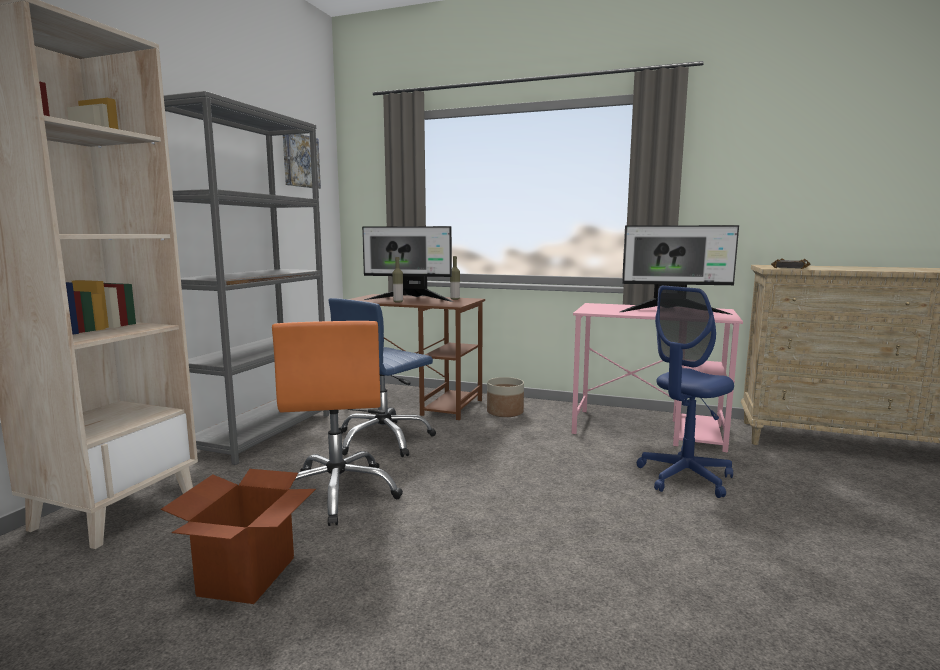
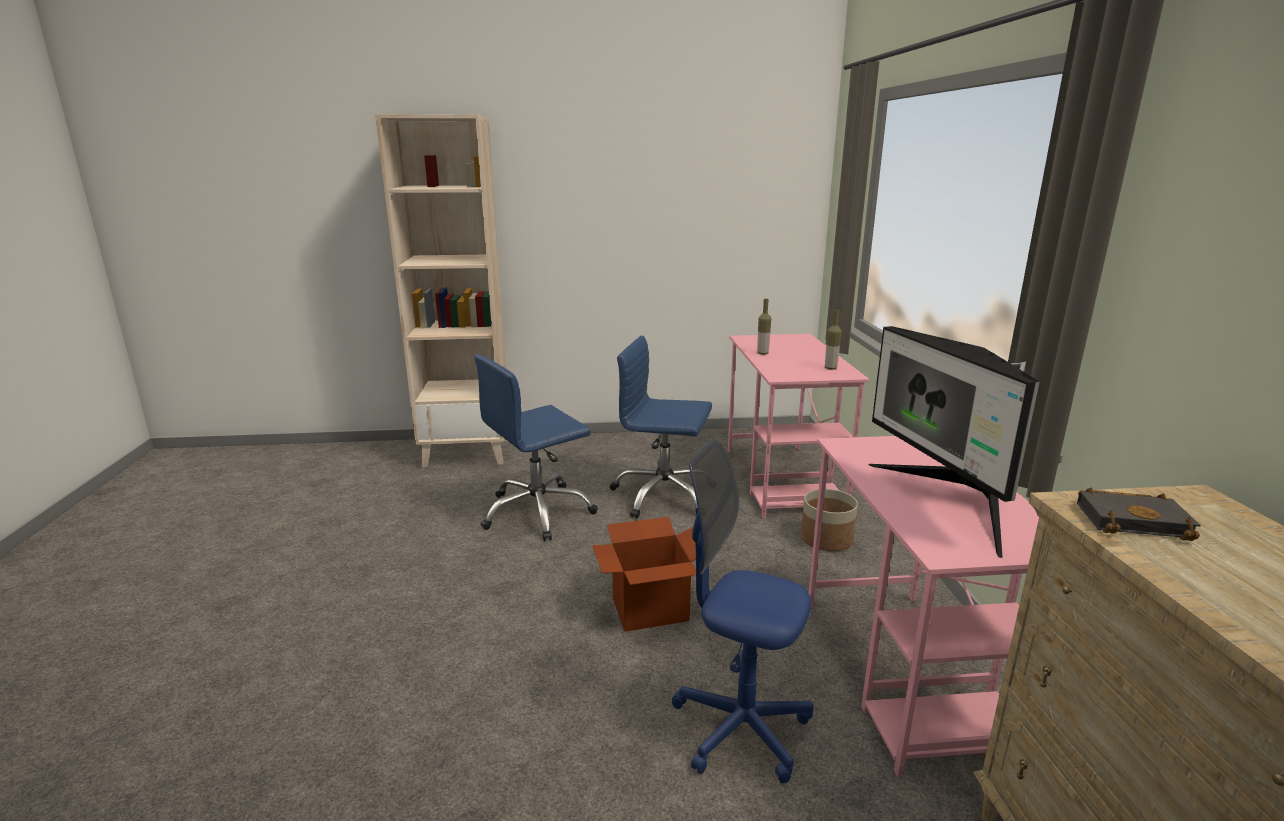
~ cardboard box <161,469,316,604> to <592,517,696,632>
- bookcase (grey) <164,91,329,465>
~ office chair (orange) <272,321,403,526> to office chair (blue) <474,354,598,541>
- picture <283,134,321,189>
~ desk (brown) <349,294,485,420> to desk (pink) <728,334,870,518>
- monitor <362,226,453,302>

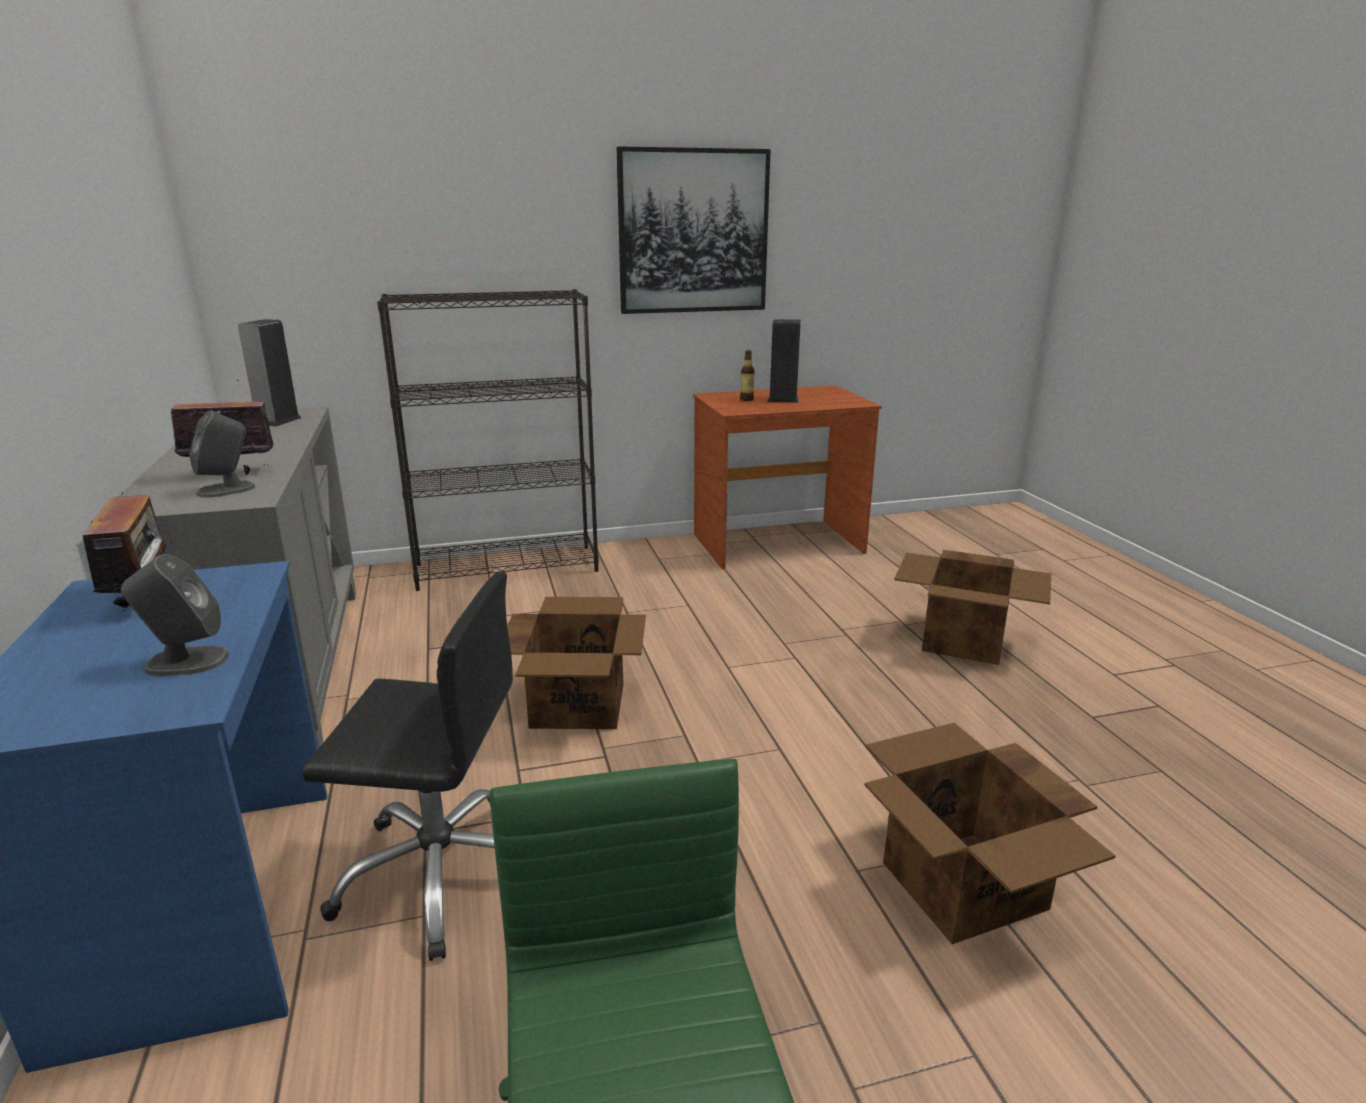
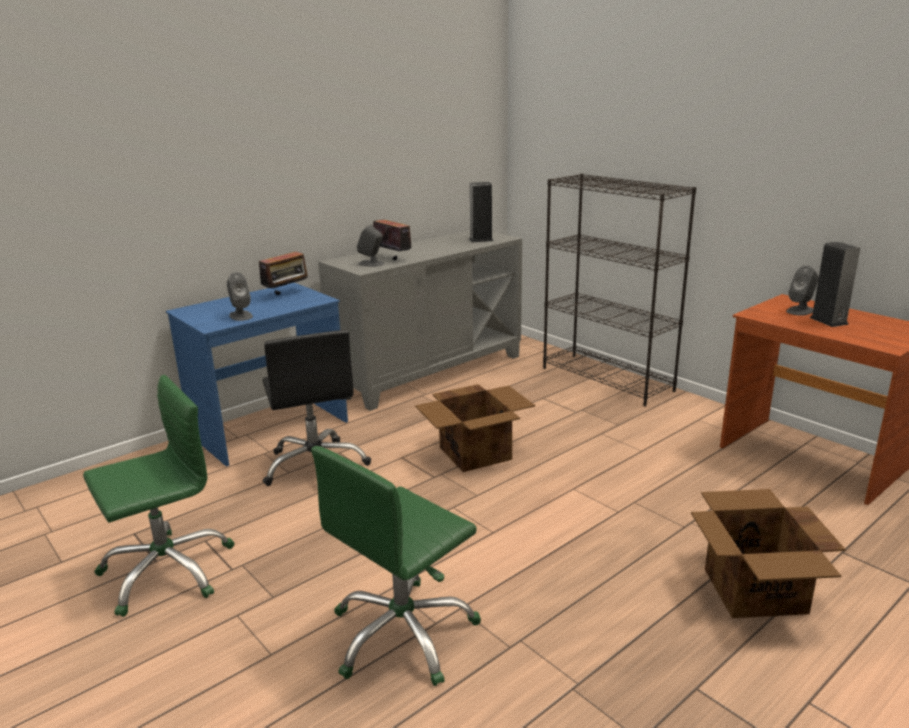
- picture <617,146,771,314>
~ bottle <740,350,755,401> to speaker (grey) <786,265,819,316>
~ cardboard box <865,723,1115,944> to office chair (green) <311,446,481,686>

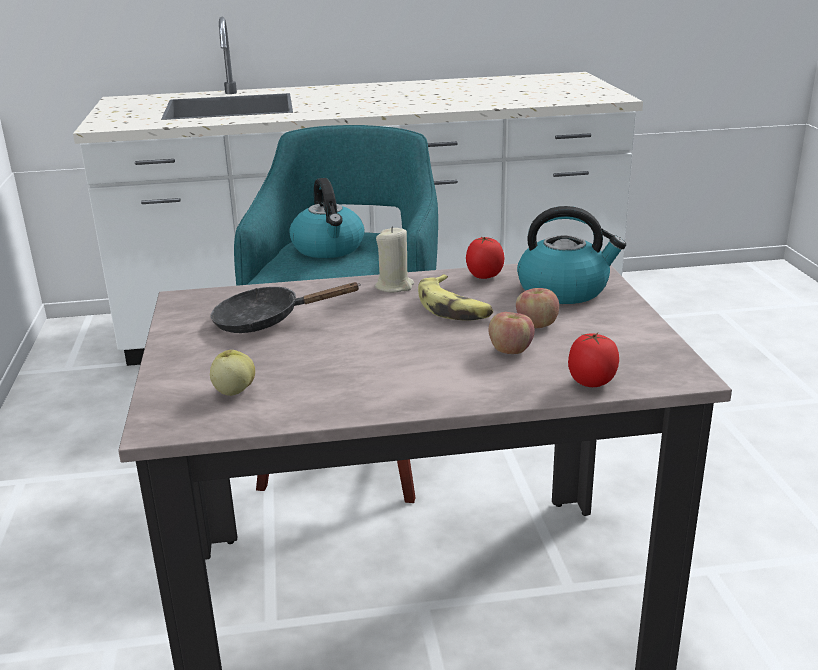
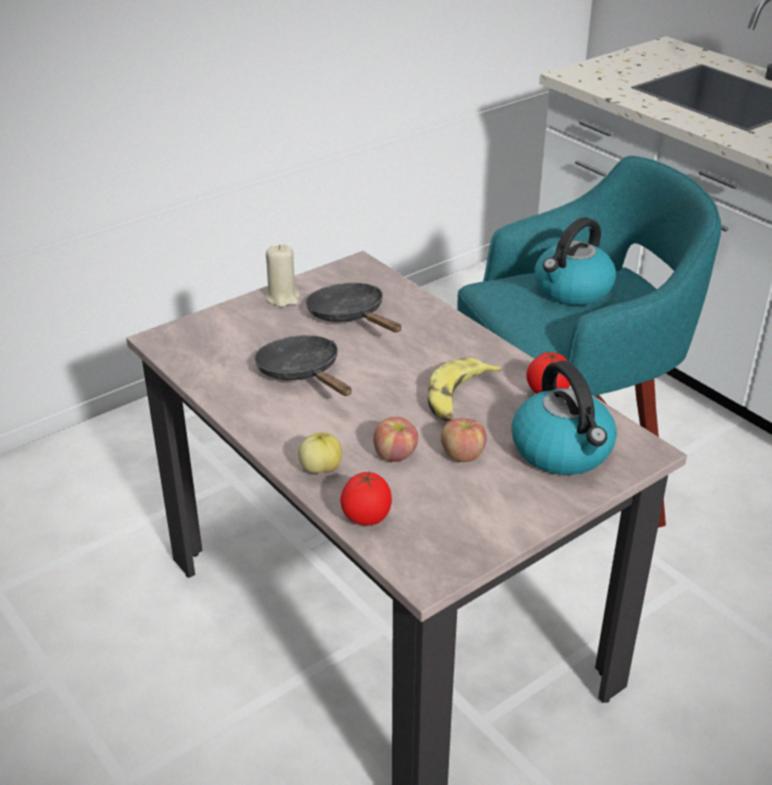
~ apple <210,350,255,396> to <298,432,342,474>
~ candle (beige) <375,226,414,292> to <266,244,300,307>
+ frying pan (black) <254,335,352,396>

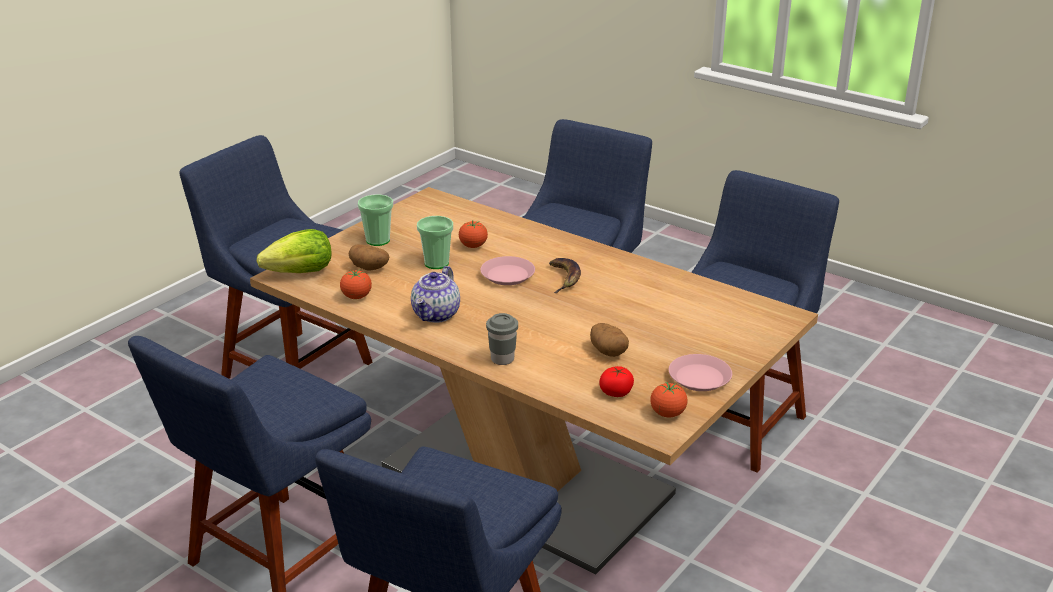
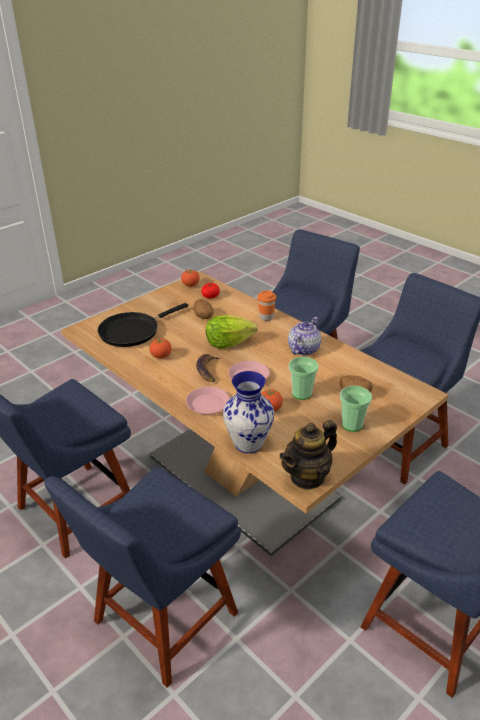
~ lettuce <257,229,332,273> to <206,315,257,349>
~ tomato <340,269,372,299> to <149,338,172,359>
~ cup (grey) <486,313,518,365> to cup (orange) <257,290,276,321>
~ plate (pink) <669,354,732,391> to <186,387,230,415>
+ frying pan (black) <98,303,188,347>
+ vase <223,371,274,453>
+ teapot <279,420,337,490>

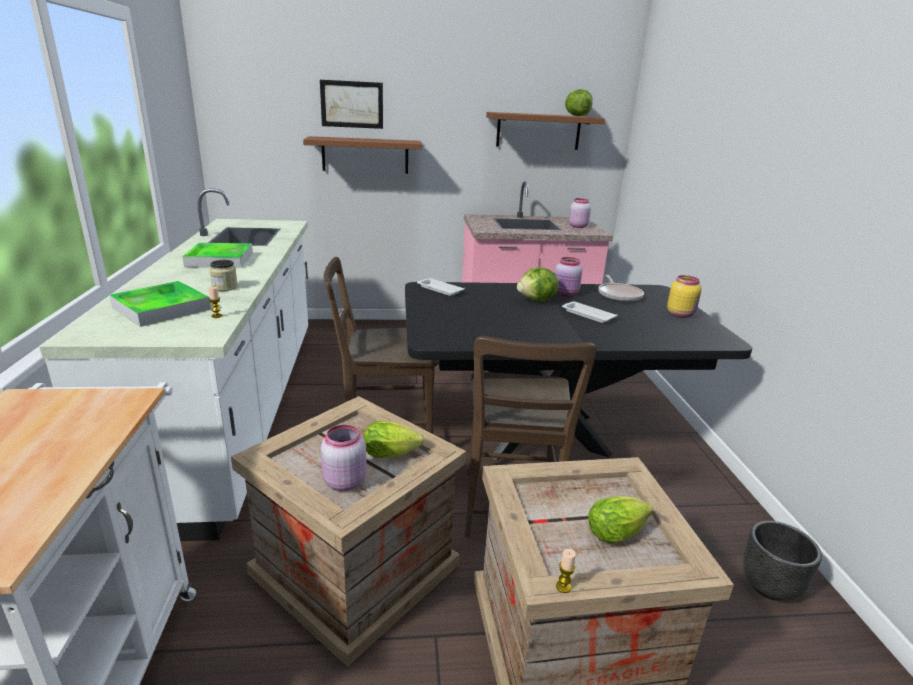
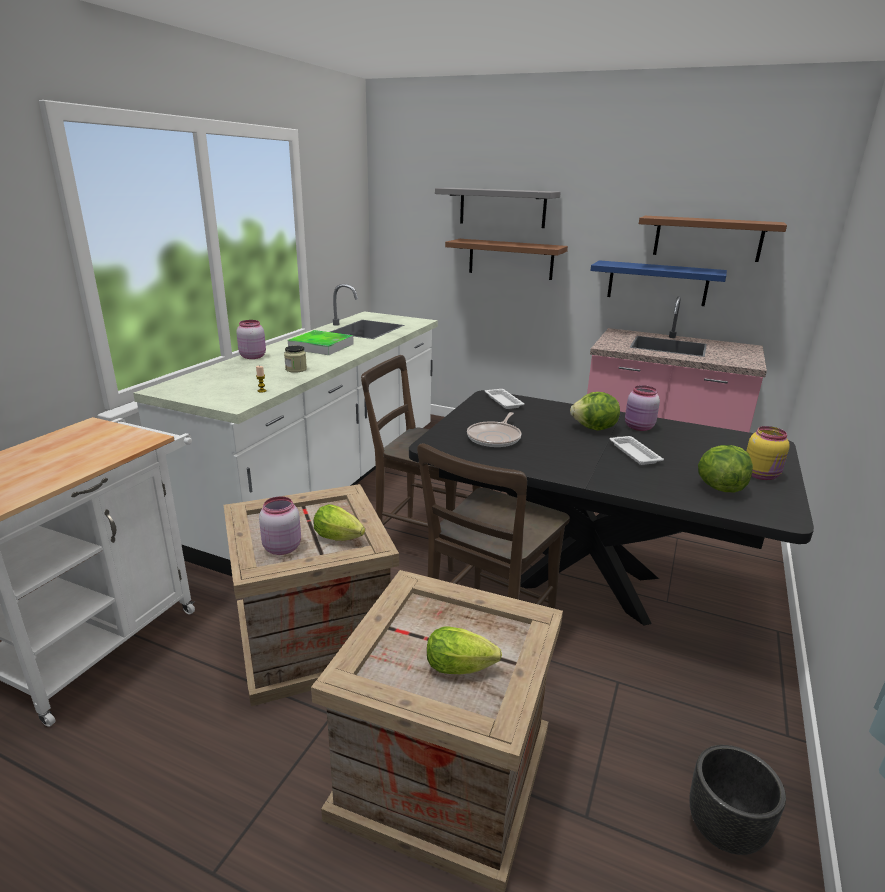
- tray <109,281,211,327>
~ picture <320,80,383,129> to shelf (grey) <435,188,561,228>
- candle <556,549,576,593>
~ lettuce <565,89,593,116> to <698,445,753,492>
~ jar (pink) <569,198,591,228> to <236,320,266,359>
~ frying pan <598,275,644,302> to <467,412,521,448>
+ shelf (blue) <590,260,727,306>

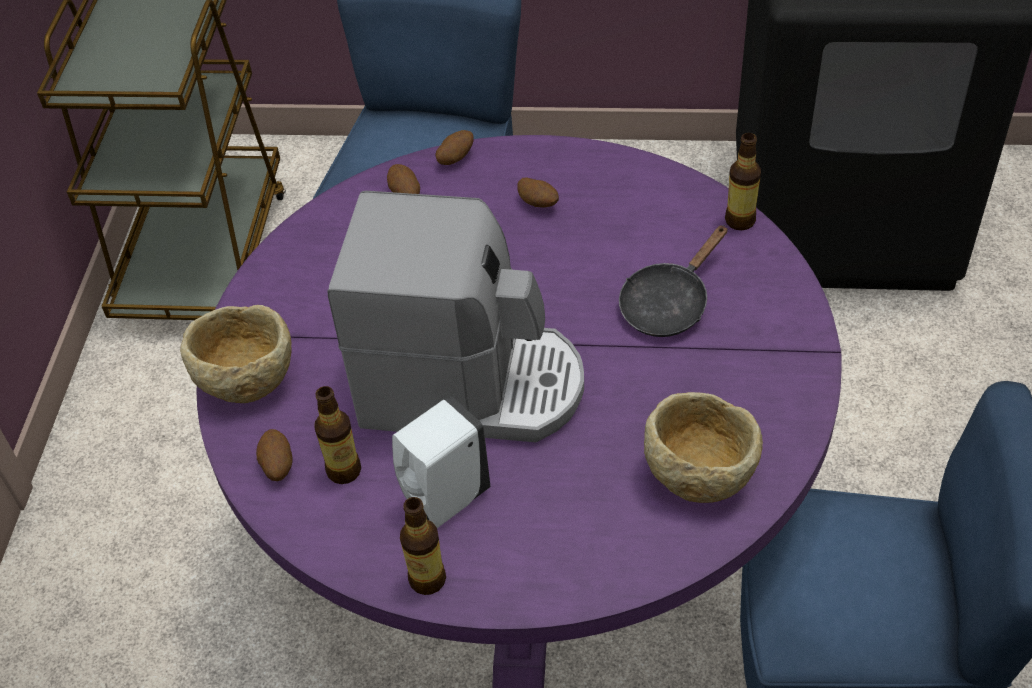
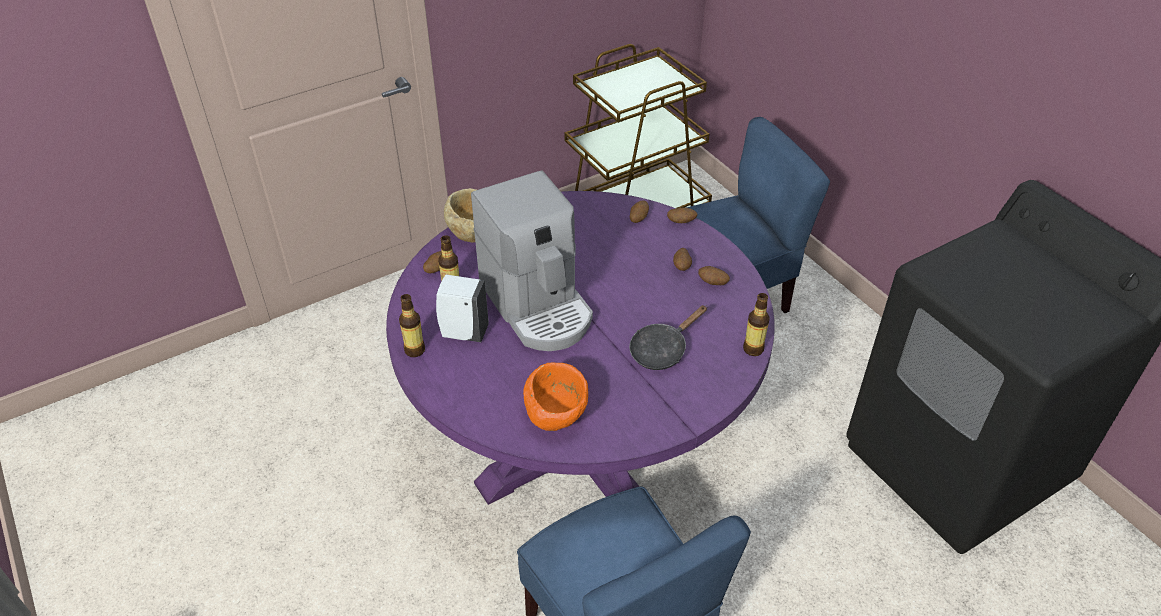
~ frying pan (black) <619,225,728,337> = <629,305,707,370> 45 degrees counterclockwise
~ bowl (beige) <644,392,763,503> to bowl (orange) <523,363,588,431>
+ potato <698,266,730,285>

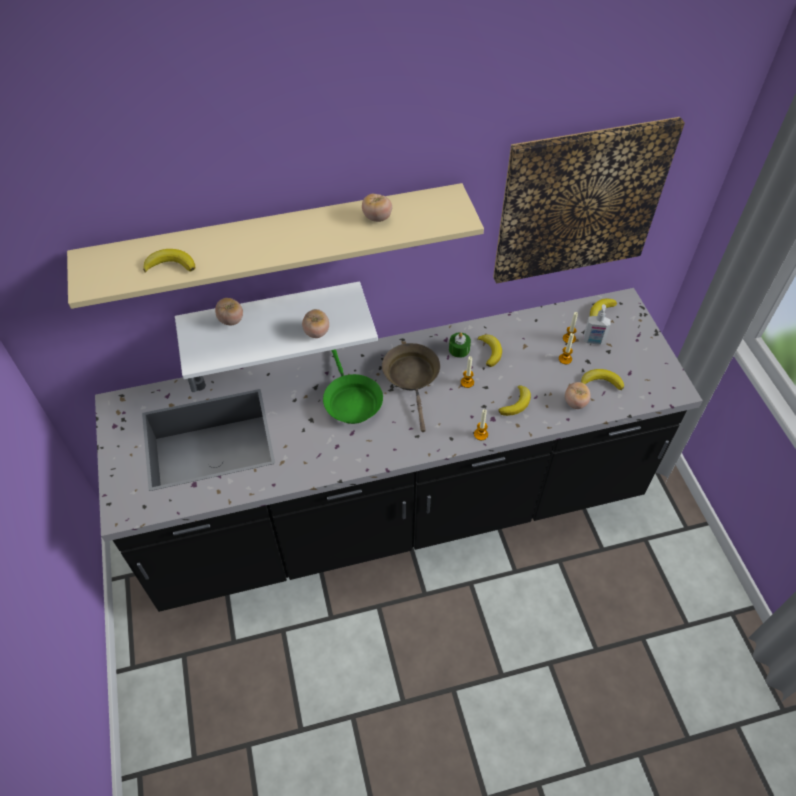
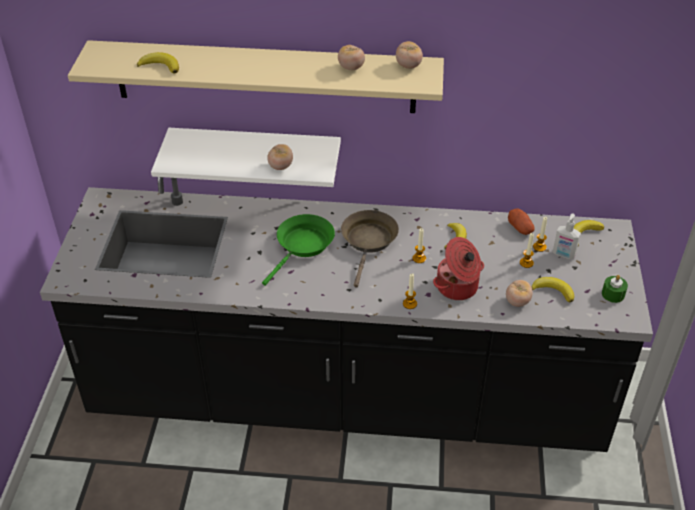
~ tomato <215,298,243,325> to <396,41,423,69>
~ frying pan (green) <323,349,383,424> = <262,214,335,286> 150 degrees counterclockwise
~ candle (green) <449,333,471,358> to <602,275,628,303>
- picture <493,117,685,284>
~ banana <499,385,531,416> to cooking pot <433,237,484,300>
+ potato <508,209,535,235>

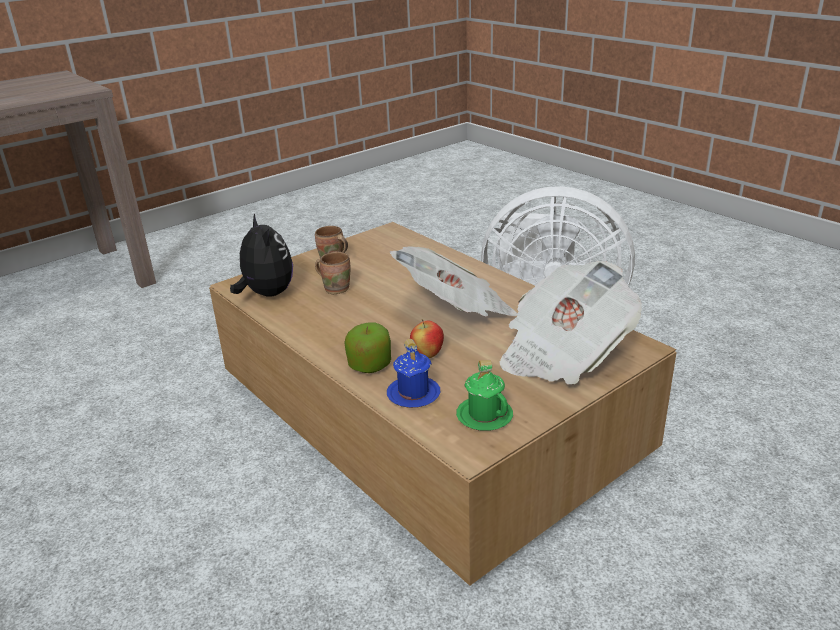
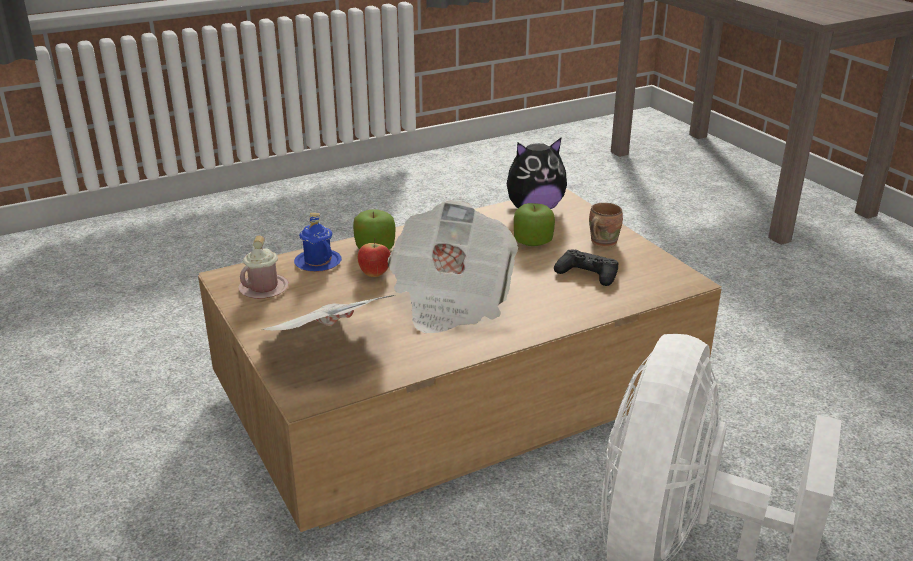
~ mug (brown) <315,252,350,294> to apple <514,203,555,246>
~ mug (green) <456,360,513,431> to mug (pink) <238,236,289,299>
+ game controller (black) <554,250,619,286>

